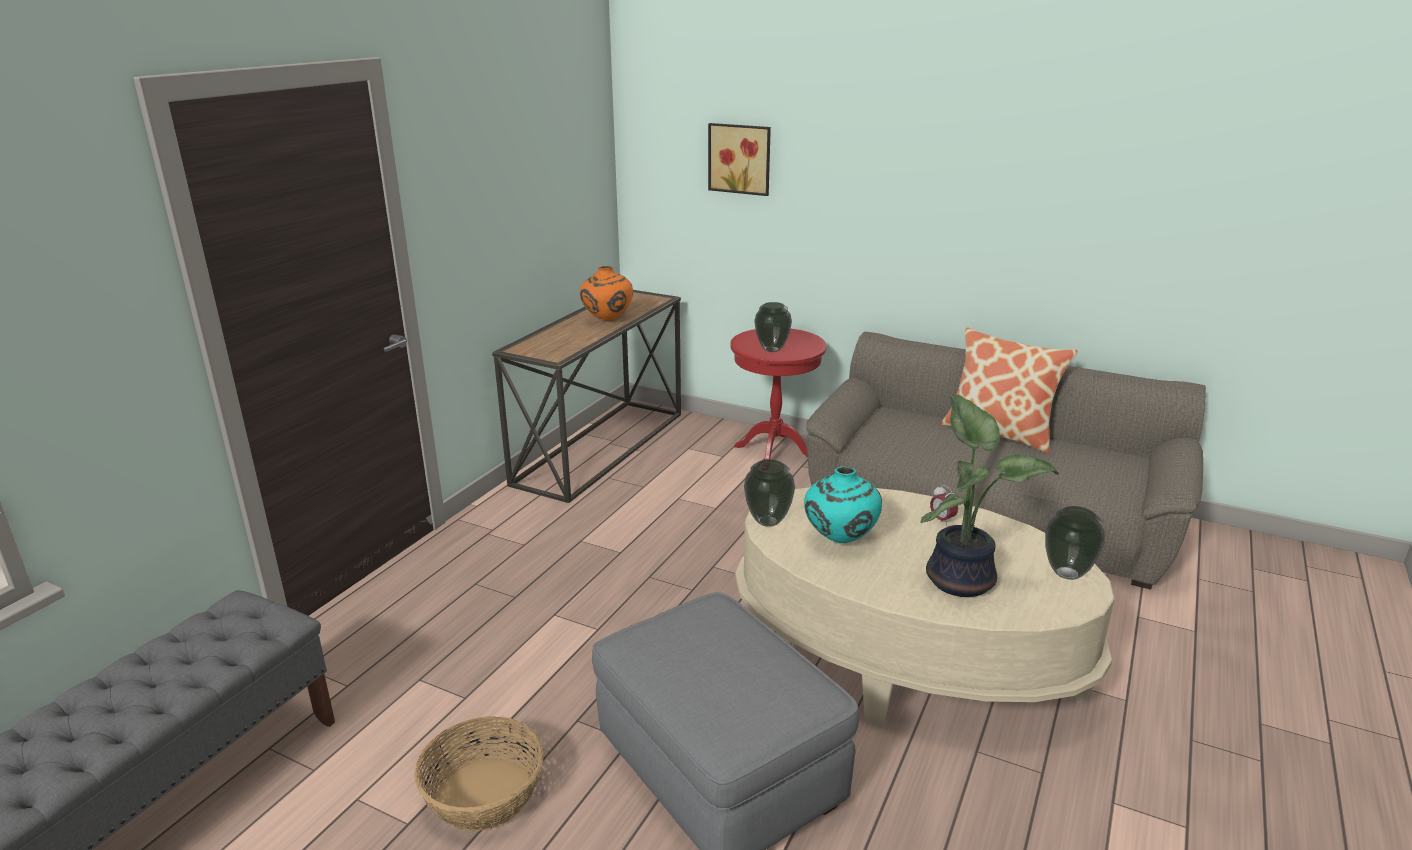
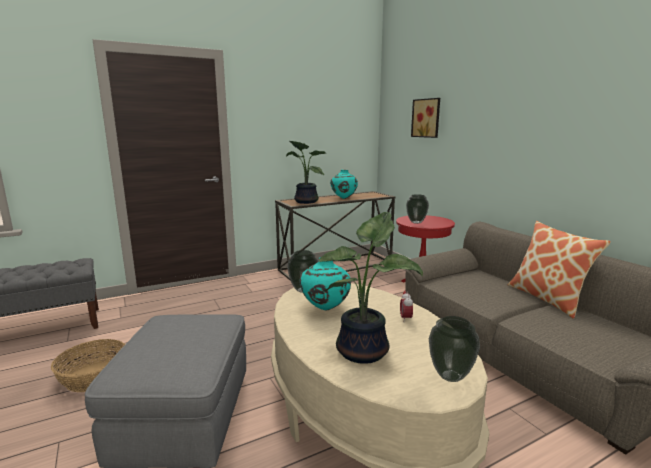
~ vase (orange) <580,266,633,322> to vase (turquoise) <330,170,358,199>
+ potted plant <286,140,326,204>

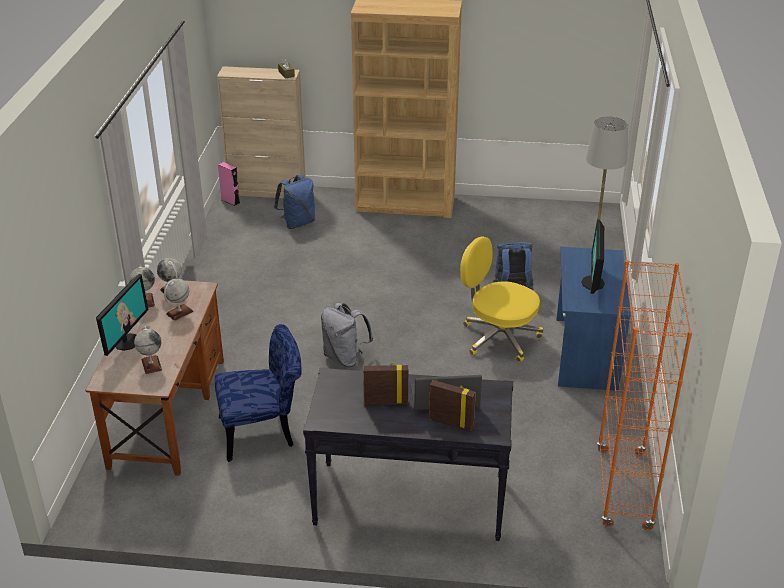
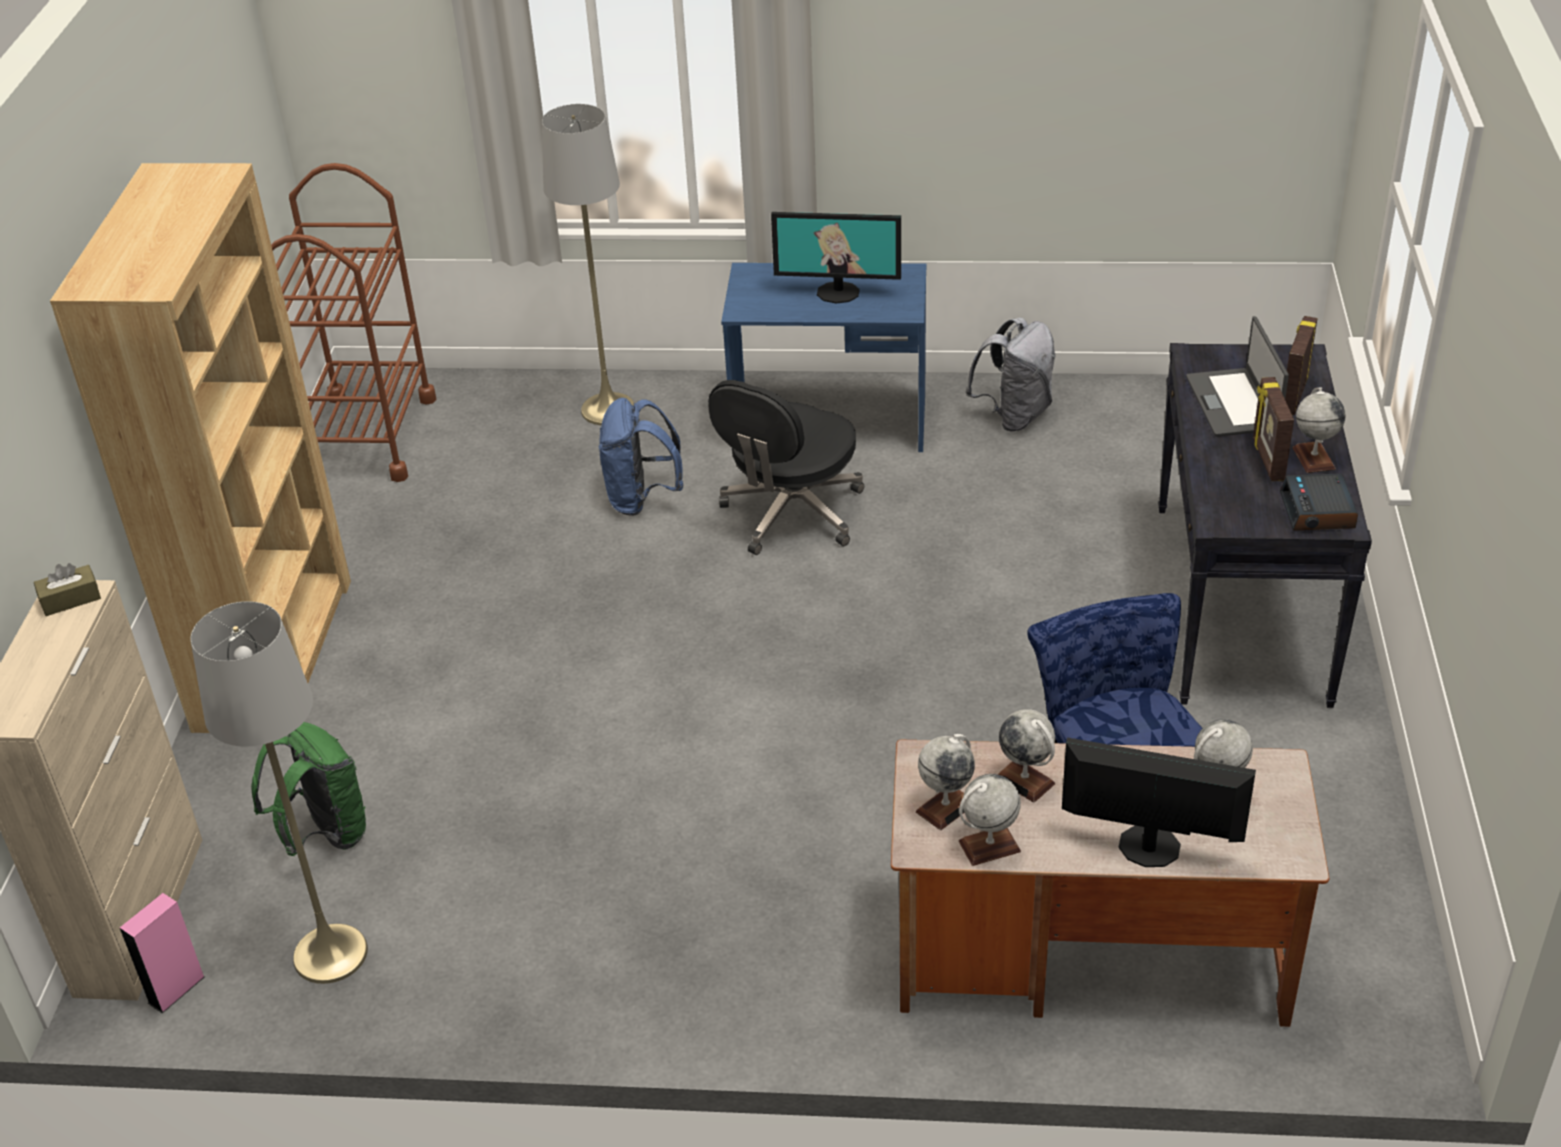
~ backpack (blue) <274,175,315,229> to backpack (green) <251,722,366,856>
~ backpack (grey) <321,303,373,367> to <965,317,1055,432>
~ office chair (yellow) <460,236,543,362> to office chair (black) <708,380,864,555>
- bookcase (orange) <597,260,692,530>
+ floor lamp (grey) <190,601,368,984>
+ cart (brown) <271,163,437,482>
+ alarm clock <1280,473,1358,531>
+ globe <1293,387,1346,473>

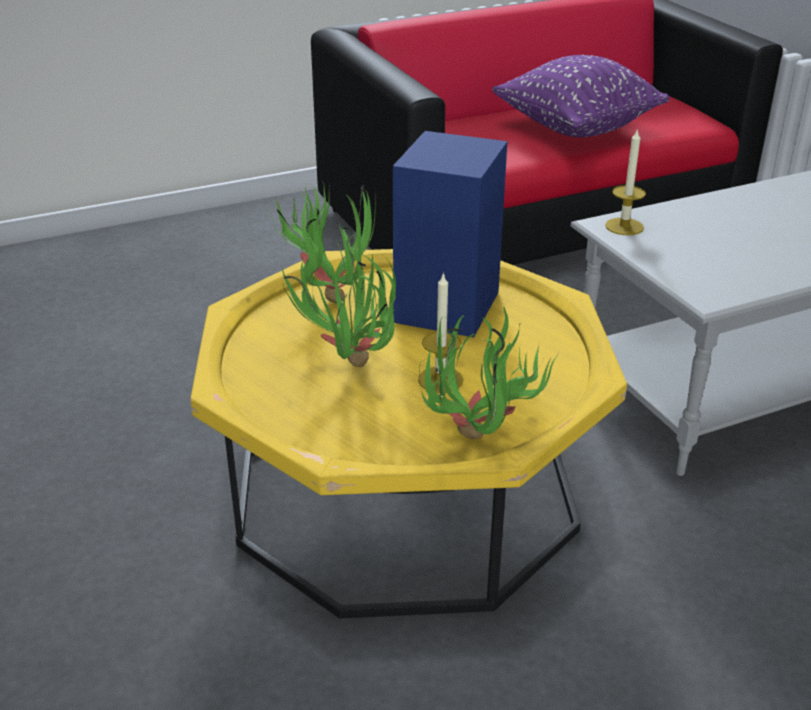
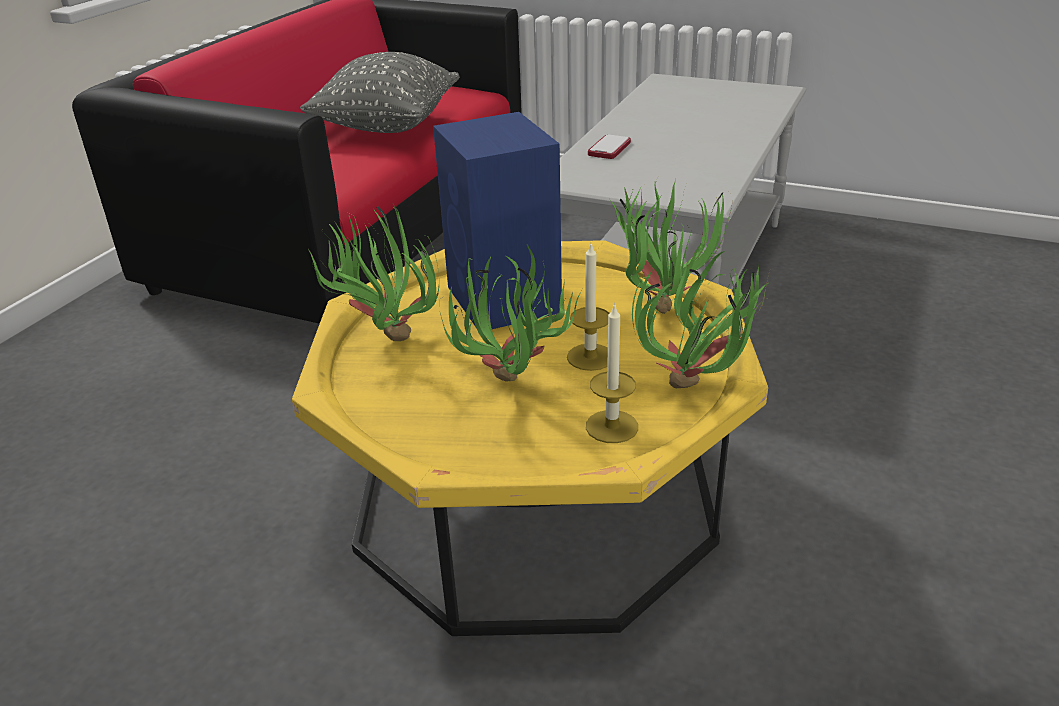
~ pillow (purple) <492,55,670,137> to pillow (grey) <300,52,459,133>
~ candle <605,128,646,235> to <586,303,638,443>
+ phone <588,135,631,159>
+ potted plant <610,180,733,314>

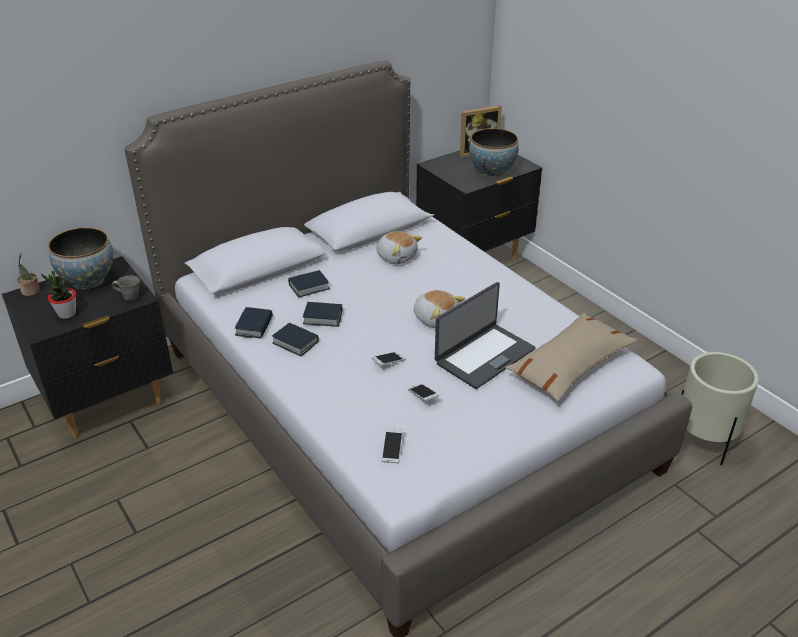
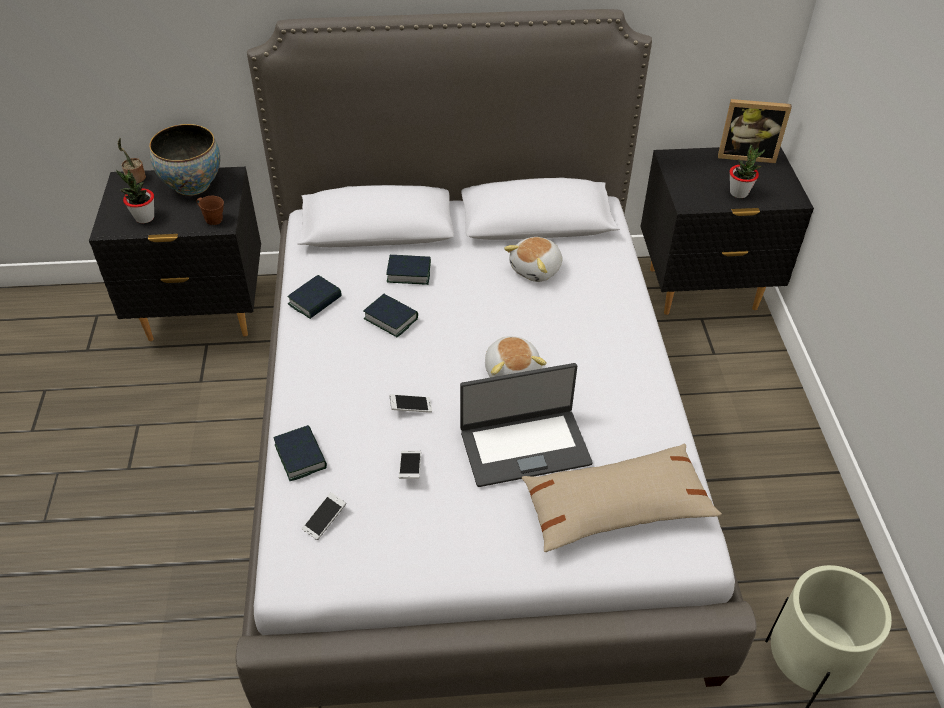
~ mug (grey) <112,276,140,301> to mug (brown) <196,196,224,225>
~ book <272,323,319,356> to <273,425,327,481>
~ plush toy <376,231,422,264> = <504,237,562,282> 60 degrees clockwise
~ bowl <469,128,519,178> to potted plant <730,145,765,198>

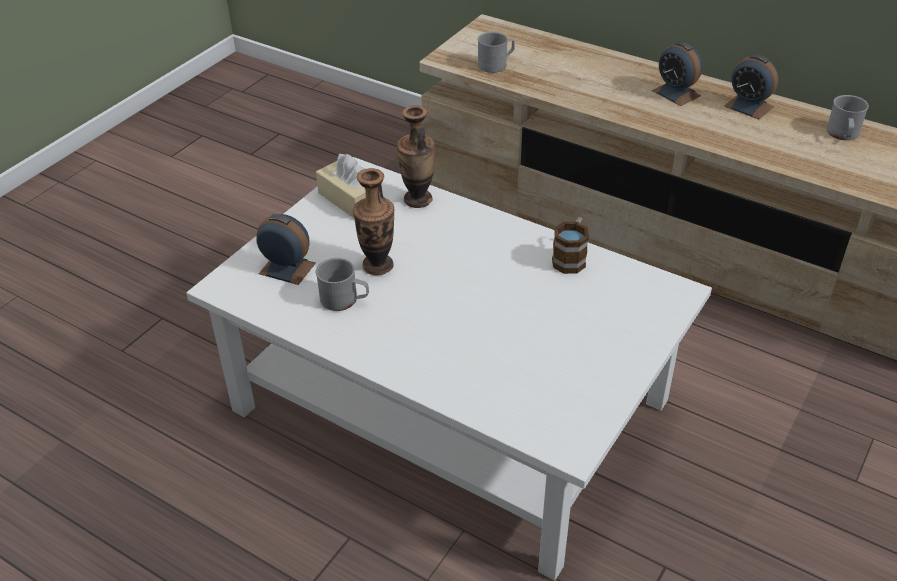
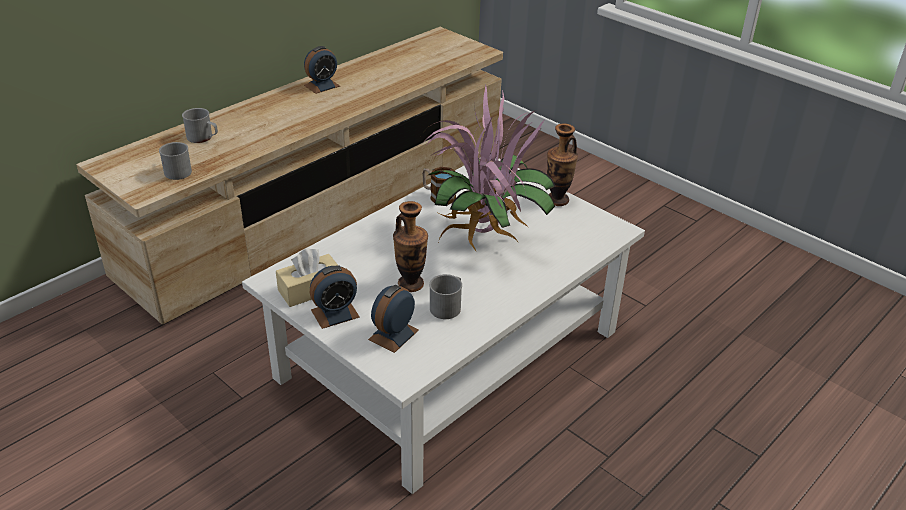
~ vase <397,105,435,208> to <547,123,578,206>
~ alarm clock <652,41,703,106> to <310,266,360,329>
~ mug (grey) <827,95,869,140> to <182,108,218,143>
+ potted plant <423,85,555,251>

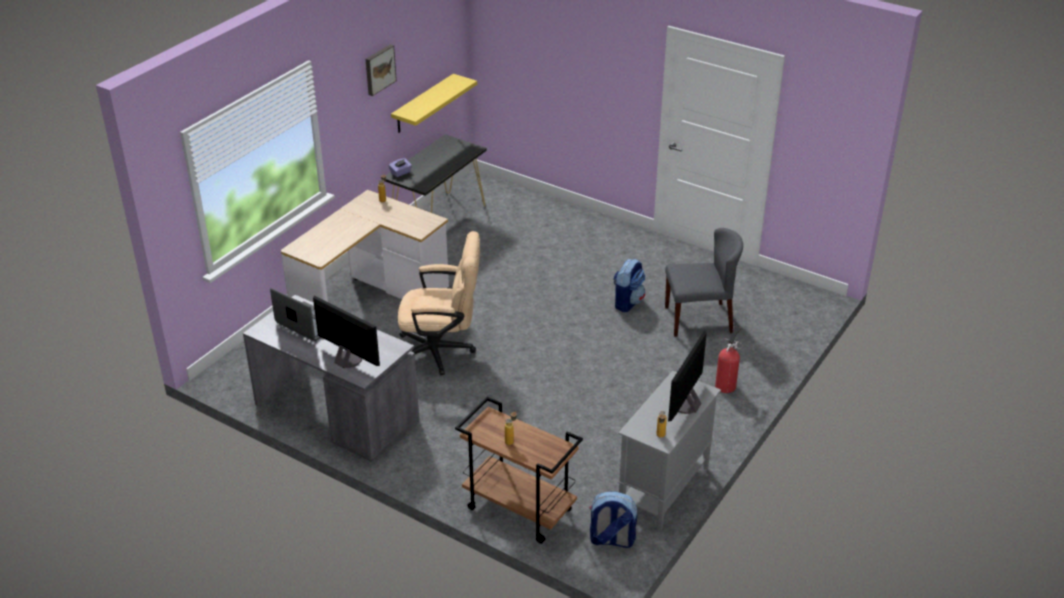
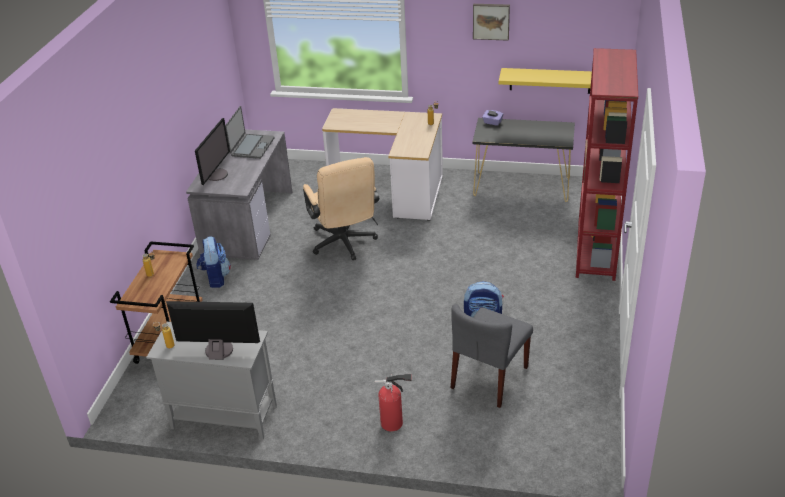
~ backpack <589,491,637,548> to <196,237,231,288>
~ chair (grey) <665,228,743,337> = <451,304,533,408> 60 degrees clockwise
+ bookcase (red) <576,48,638,281>

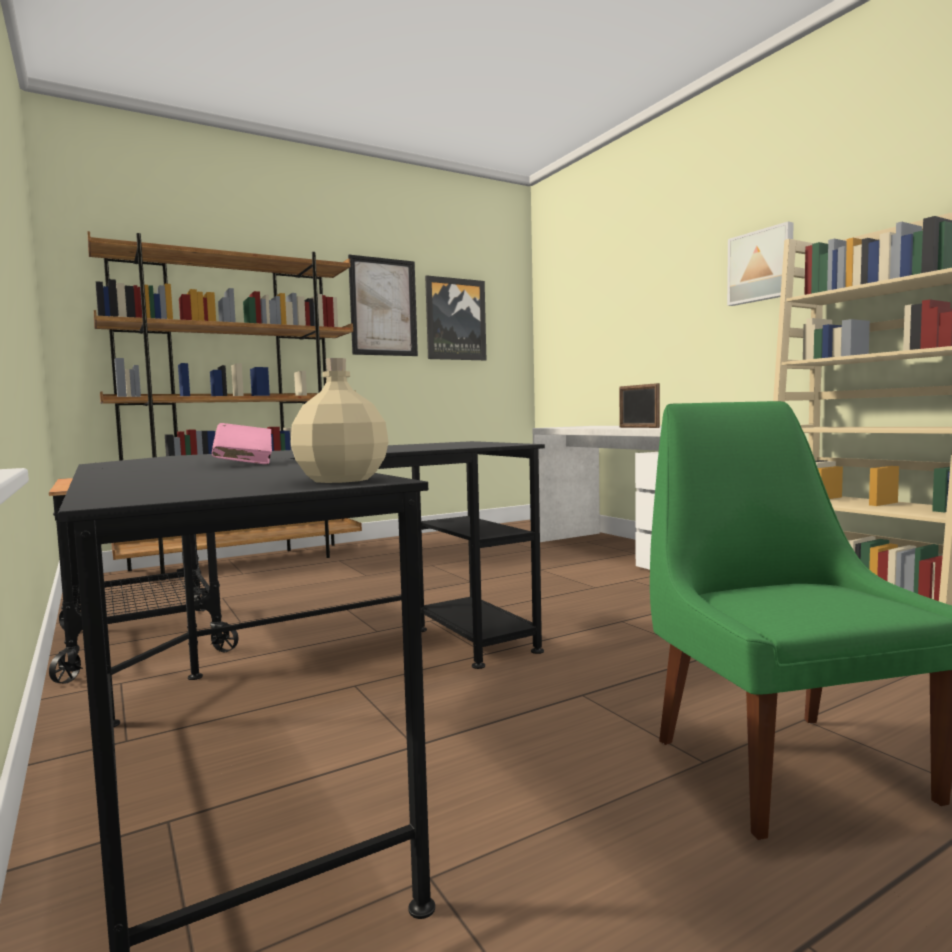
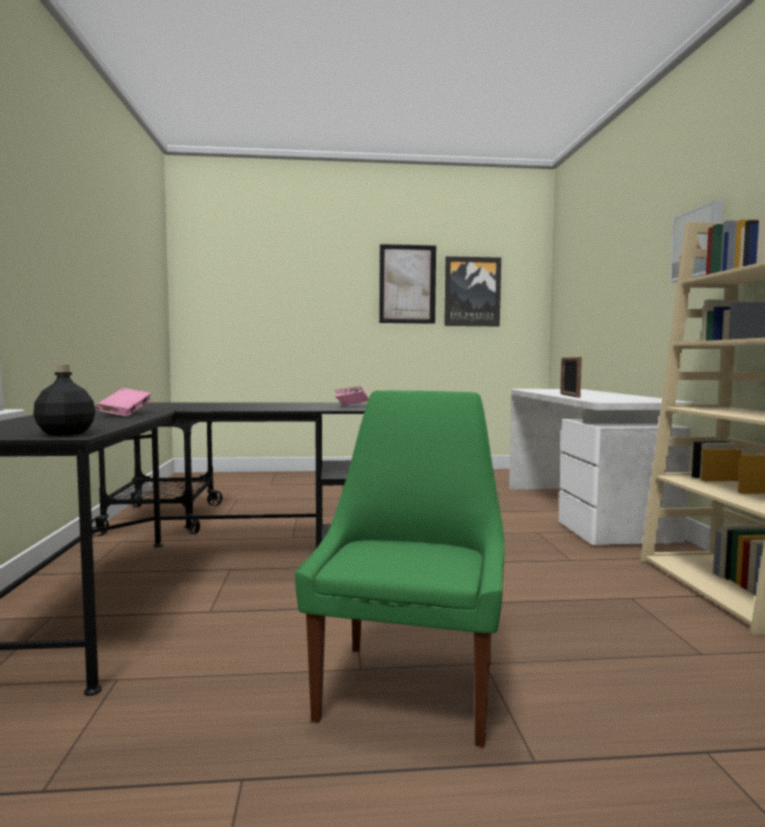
- bookcase (brown) <88,231,362,581>
~ bottle (beige) <291,358,389,483> to bottle (black) <33,365,95,436>
+ book (pink) <334,386,369,405>

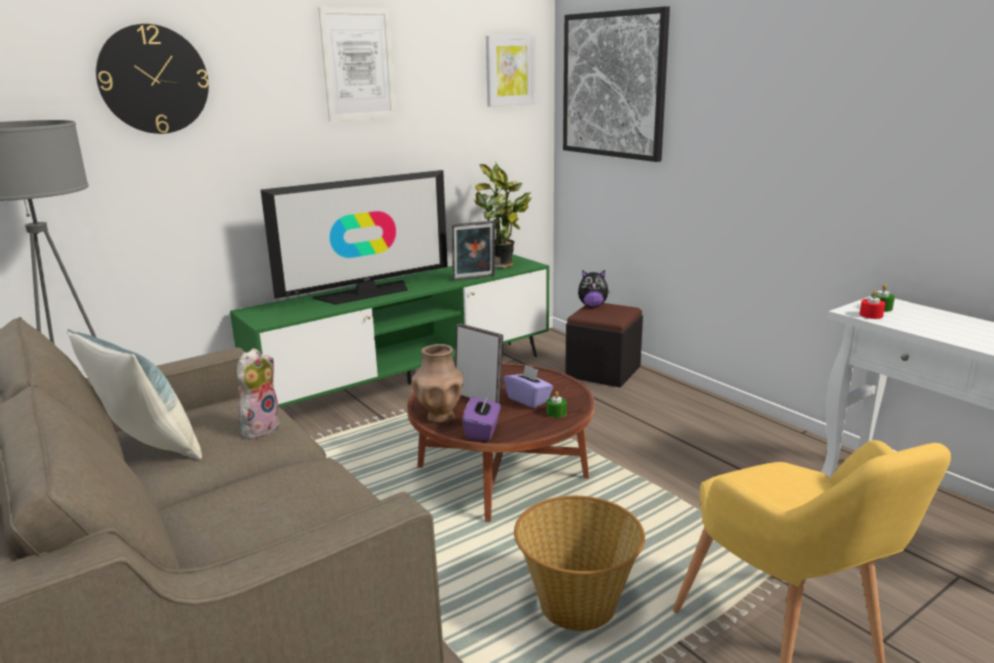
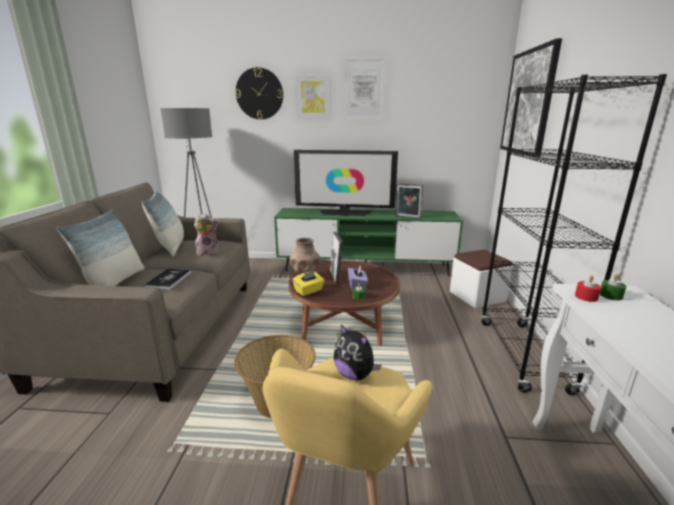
~ tissue box (purple) <462,394,501,440> to tissue box (yellow) <292,271,324,296>
- potted plant <474,163,532,268>
~ picture <486,36,535,107> to <295,75,331,119>
~ ottoman (black) <565,303,643,387> to ottoman (white) <450,249,513,308>
~ plush toy <578,270,610,307> to <334,324,381,380>
+ pillow <56,209,145,286>
+ book <144,269,191,290>
+ bookcase (black) <481,74,667,395>

